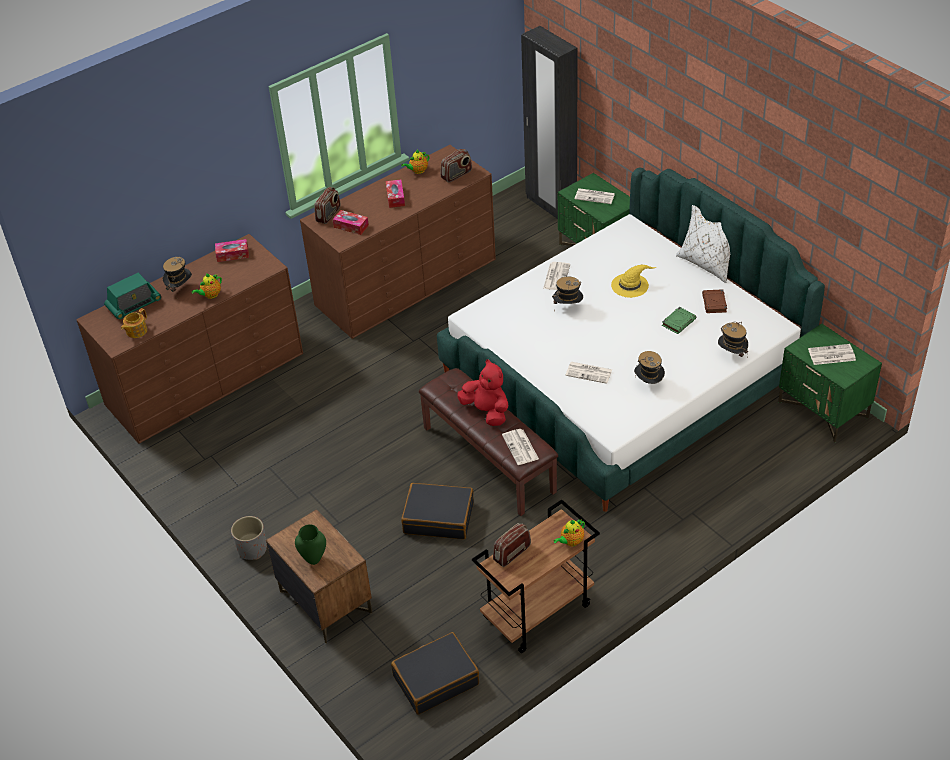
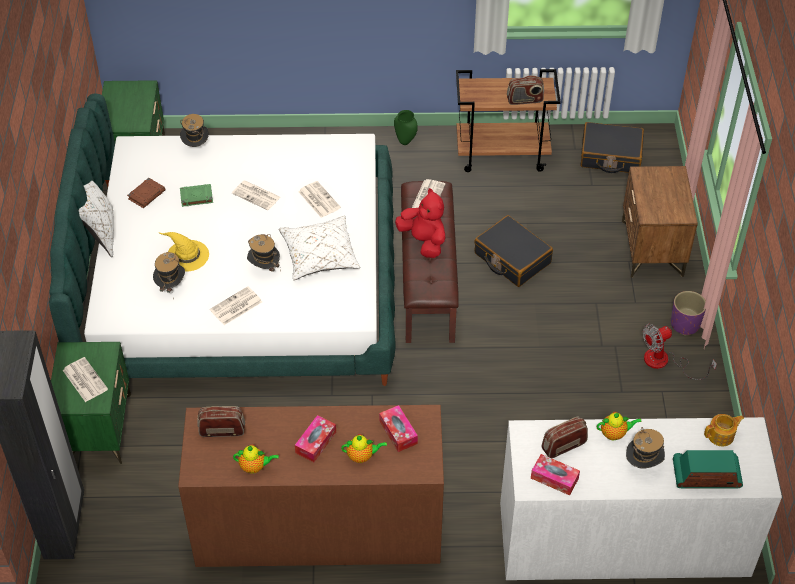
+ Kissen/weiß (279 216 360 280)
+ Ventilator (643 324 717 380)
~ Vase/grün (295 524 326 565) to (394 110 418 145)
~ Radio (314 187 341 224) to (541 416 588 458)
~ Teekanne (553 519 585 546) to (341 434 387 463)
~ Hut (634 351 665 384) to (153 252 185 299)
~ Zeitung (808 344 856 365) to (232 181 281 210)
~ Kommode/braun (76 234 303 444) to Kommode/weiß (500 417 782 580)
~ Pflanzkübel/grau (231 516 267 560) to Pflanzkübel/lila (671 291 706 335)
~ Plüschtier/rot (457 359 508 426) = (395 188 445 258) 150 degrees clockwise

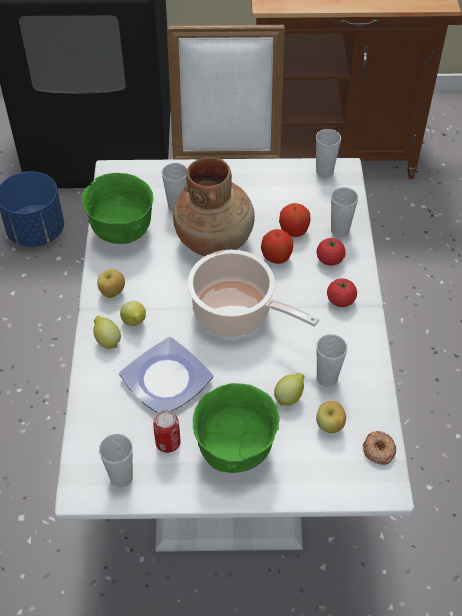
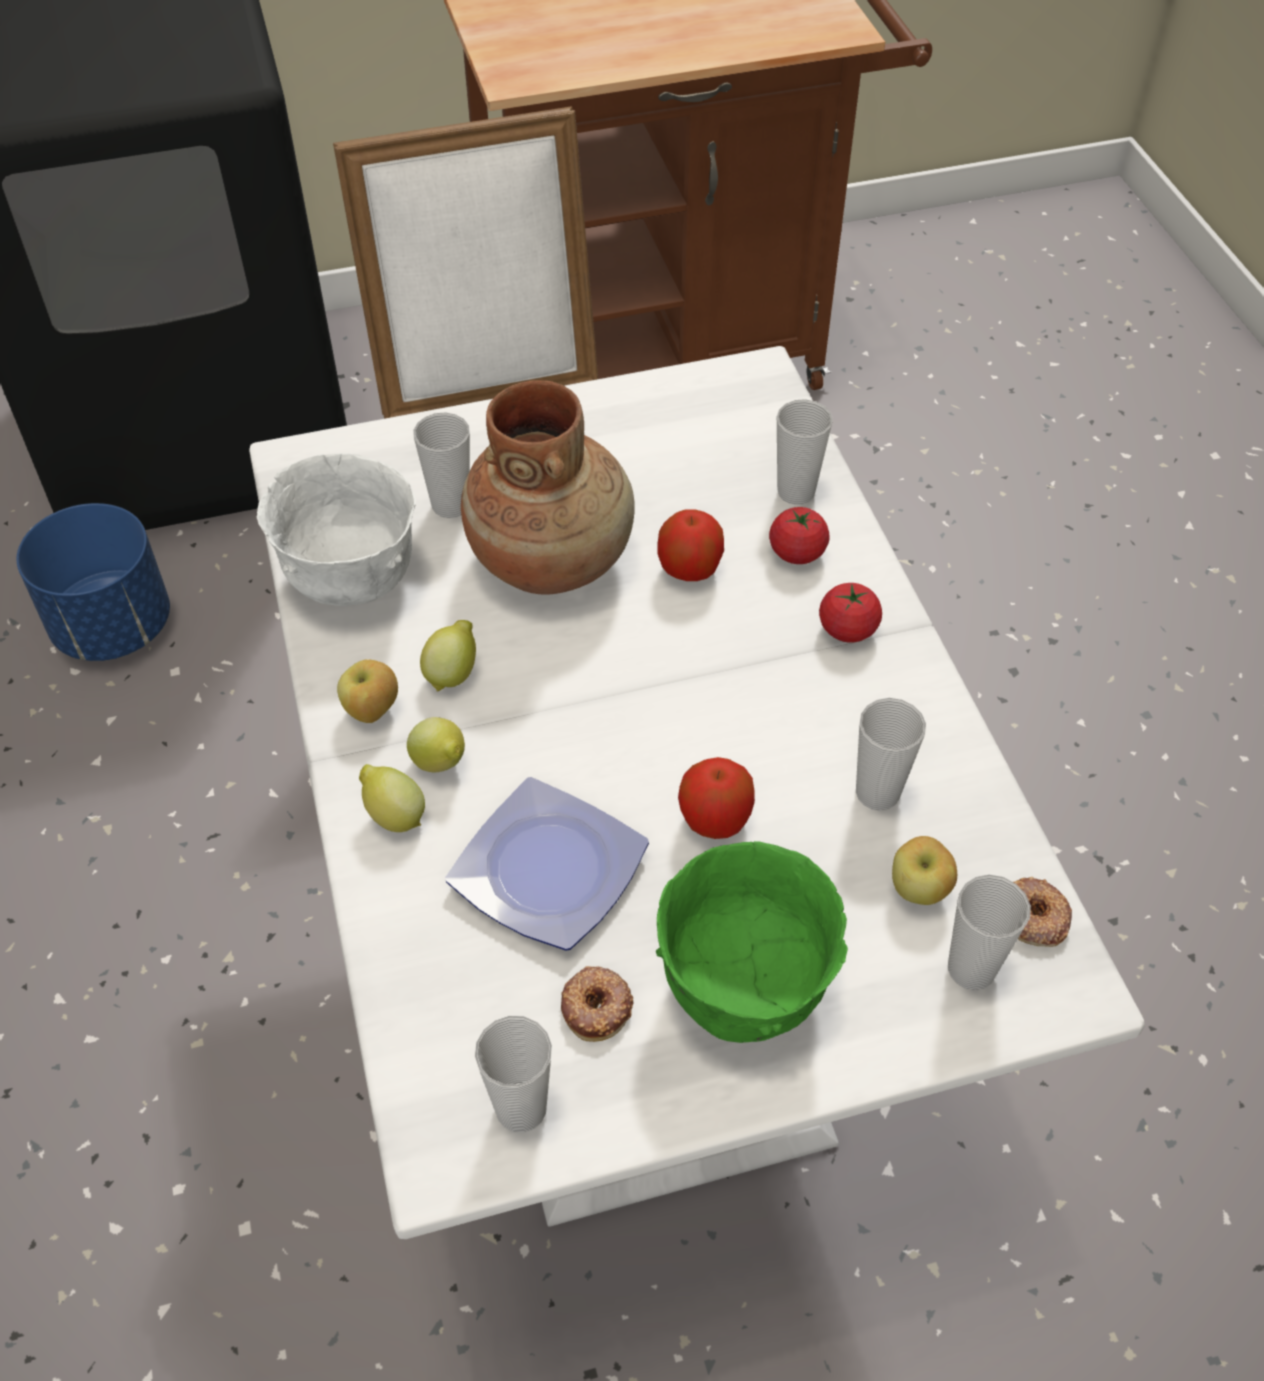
- Kochtopf (187 250 319 337)
~ Zitrone (274 373 304 406) to (420 620 476 692)
~ Apfel (279 203 310 237) to (678 757 755 839)
~ Tasse (316 129 341 177) to (948 875 1031 990)
~ Dose (153 410 181 453) to Donut (561 966 634 1042)
~ Schüssel/grün (81 173 153 244) to Schüssel/weiß (256 453 416 606)

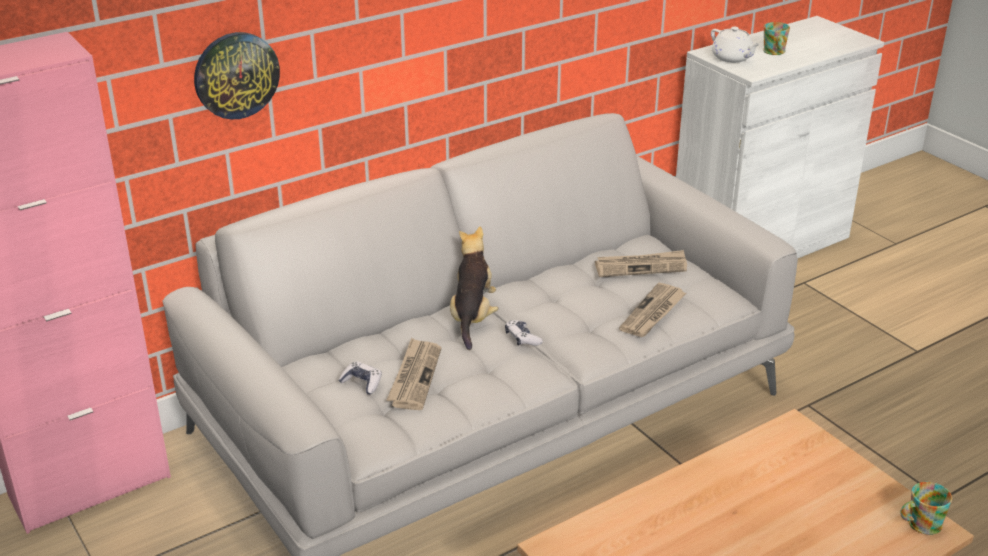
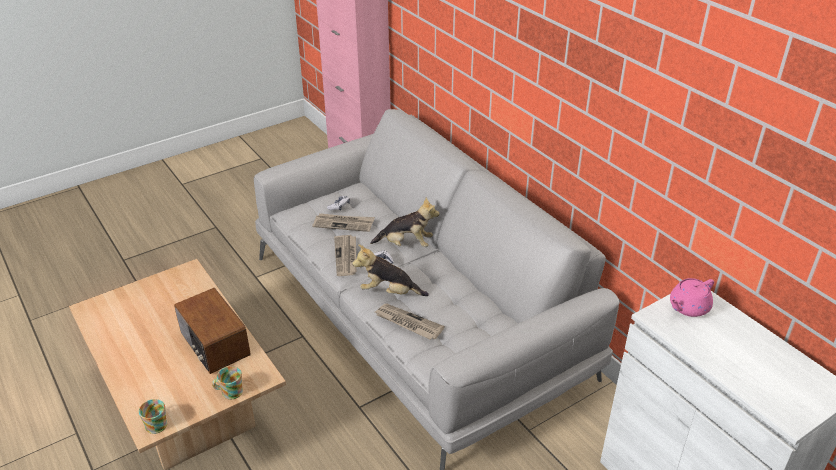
- Wanduhr (194 32 280 119)
+ Radio (174 288 251 374)
+ Plüschtier (352 244 429 296)
~ Zeitung (595 250 687 277) to (334 235 357 276)
~ Henkelbecher (763 22 790 55) to (212 366 243 399)
~ Teekanne/weiß (711 27 761 63) to Teekanne/rosa (670 278 714 317)

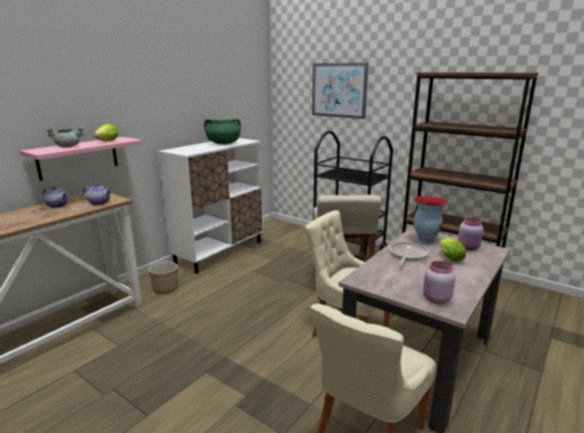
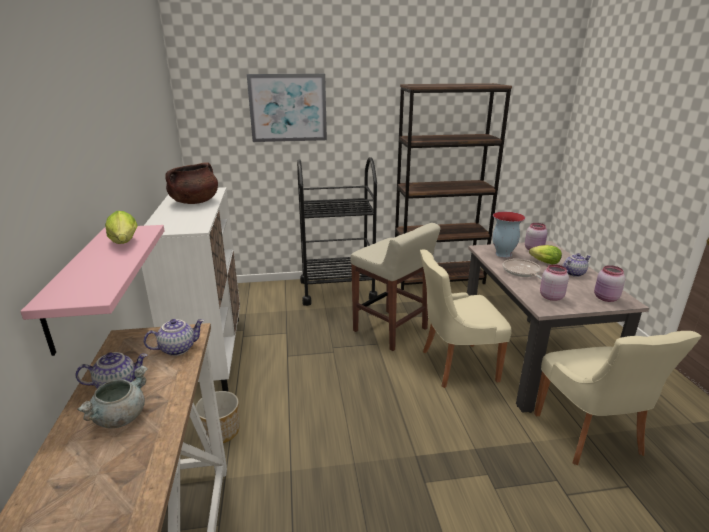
+ Vorratsglas/rosa (540 264 569 301)
+ Teekanne (562 253 591 277)
~ Kochtopf/grau (45 126 84 148) to (77 365 147 428)
~ Kochtopf/grün (204 119 241 144) to Kochtopf/braun (166 162 218 204)

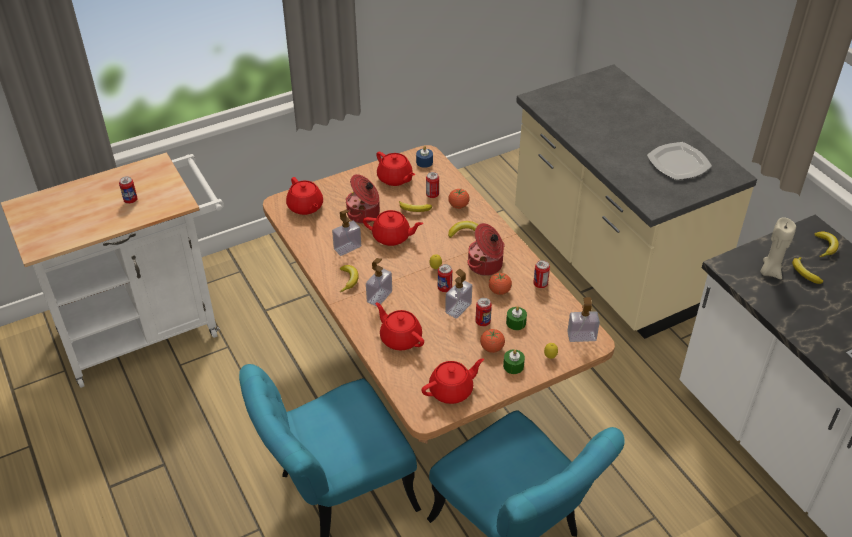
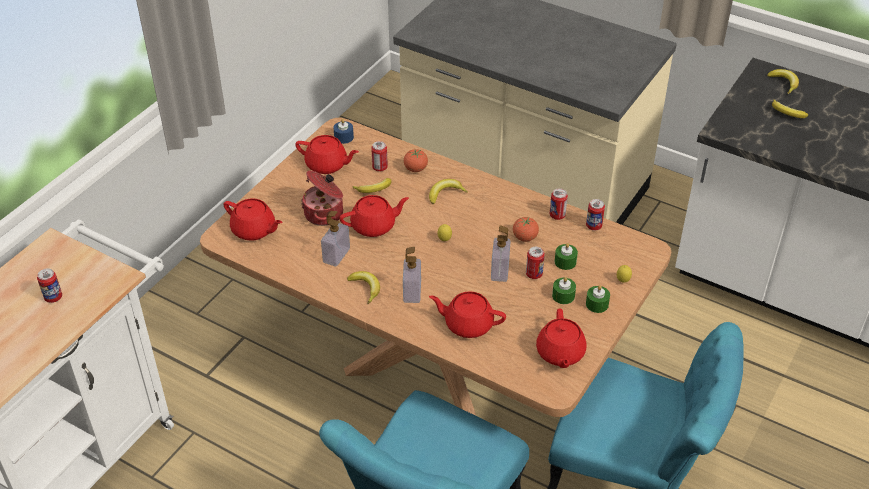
- Kochtopf (467 223 505 276)
- Seifenspender (567 297 600 342)
- Teller (647 142 712 180)
- Kerze/beige (760 217 796 280)
~ Dose (438 264 453 292) to (586 199 605 231)
~ Tomate (480 329 505 353) to Kerze/grün (552 277 576 304)
~ Teekanne/rot (421 358 484 404) = (536 309 587 368) 150 degrees clockwise

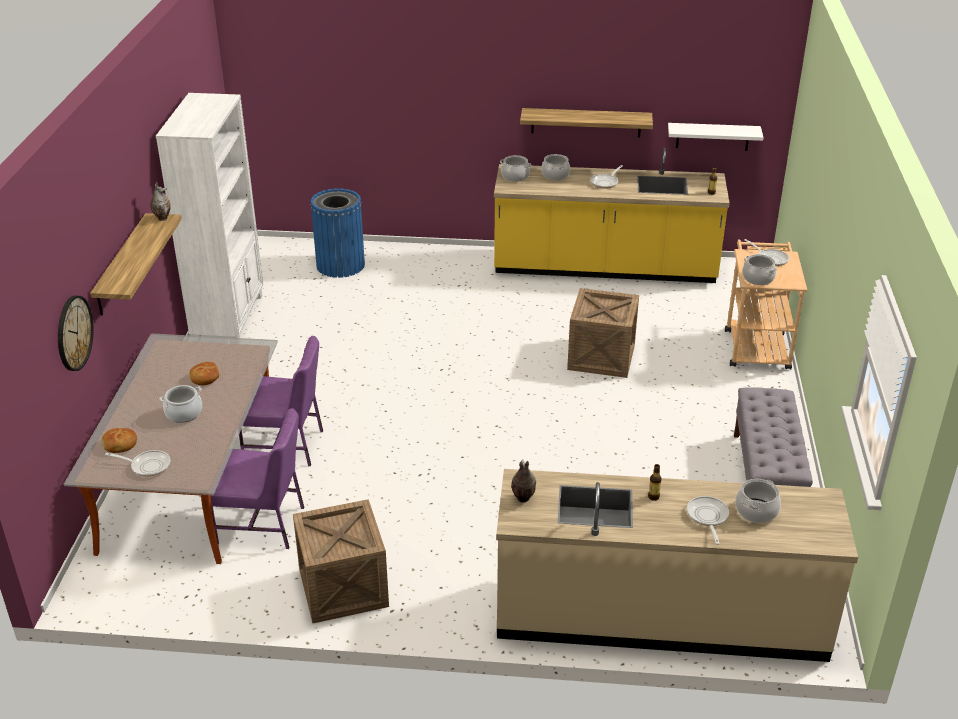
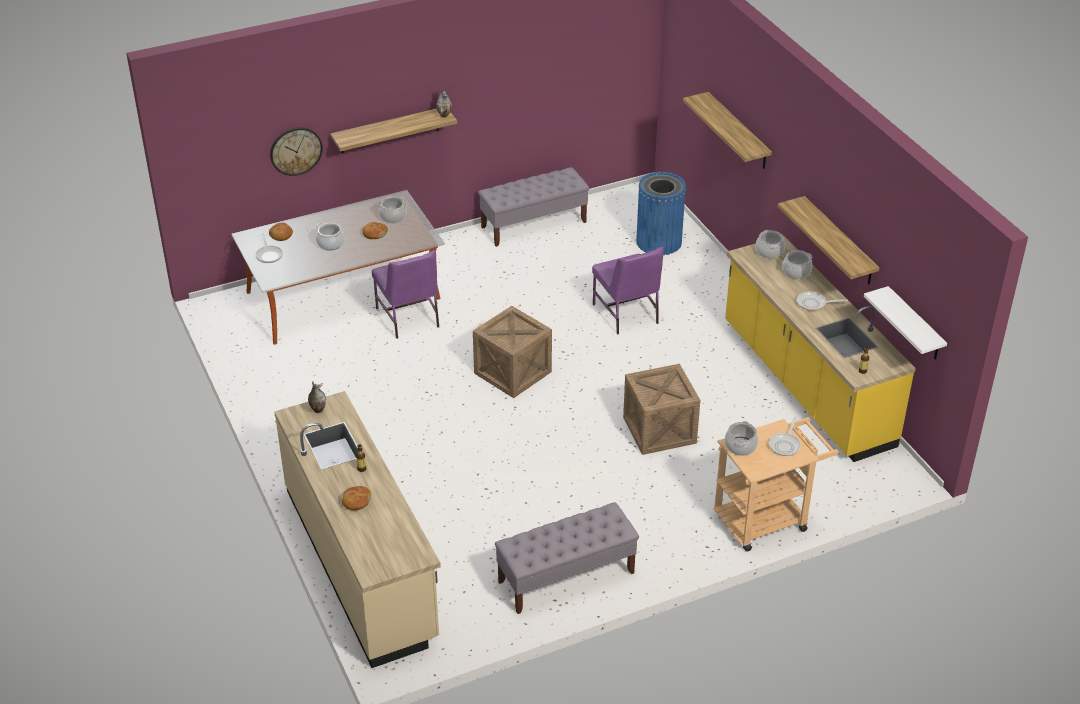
+ Wandregal (683 92 772 169)
~ Stuhl/lila (211 408 304 549) to (592 247 663 335)
~ Kiste (293 499 389 623) to (473 306 552 398)
~ Kochtopf (735 479 781 523) to (377 196 408 223)
~ Bücherregal/weiß (156 93 263 338) to Bank/grau (478 167 589 247)
~ Pfanne (687 496 729 545) to Brot (342 486 371 511)

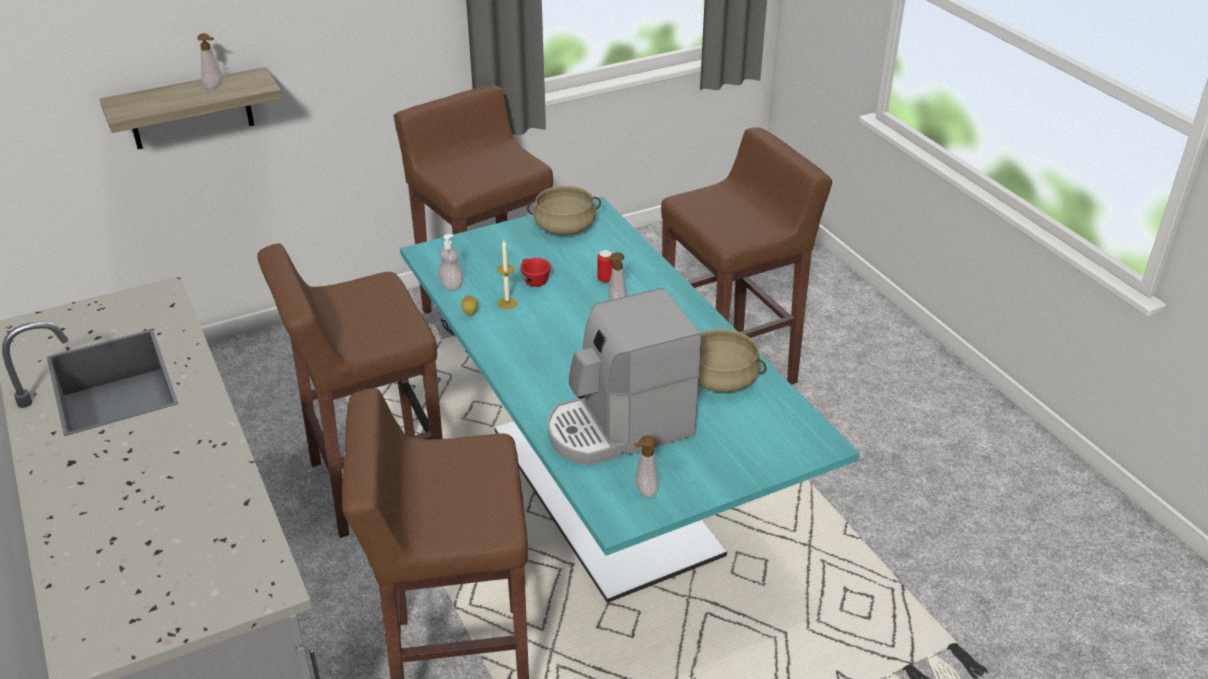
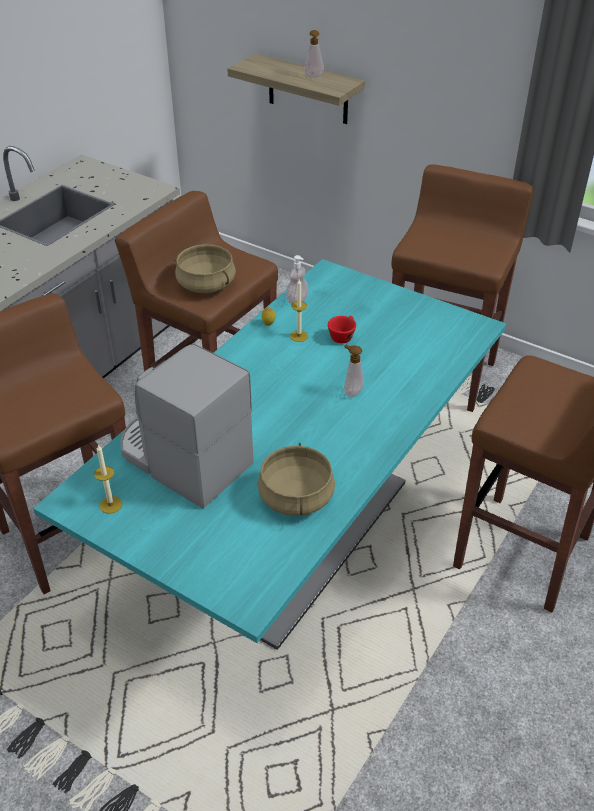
- Dose (597 250 614 282)
~ Kochtopf/beige (527 186 601 235) to (175 244 236 293)
~ Seifenspender (634 435 659 498) to Kerze (94 445 122 513)

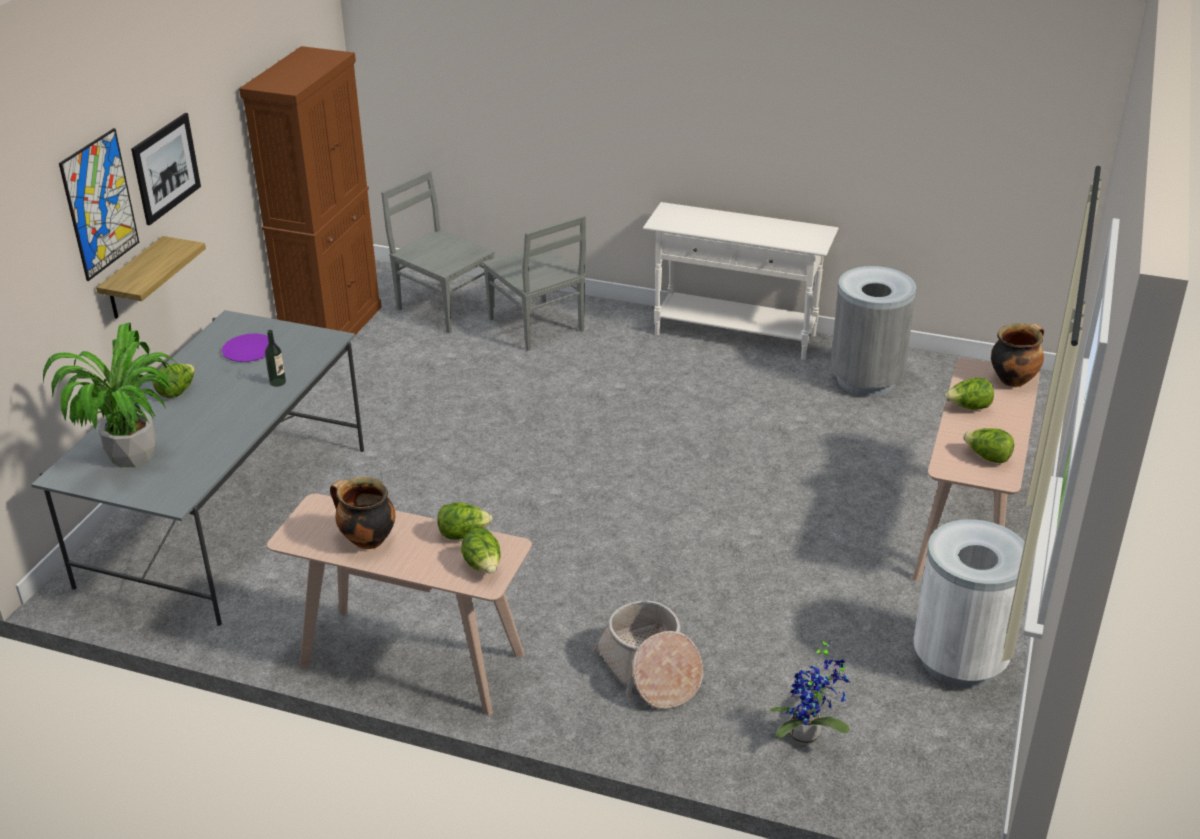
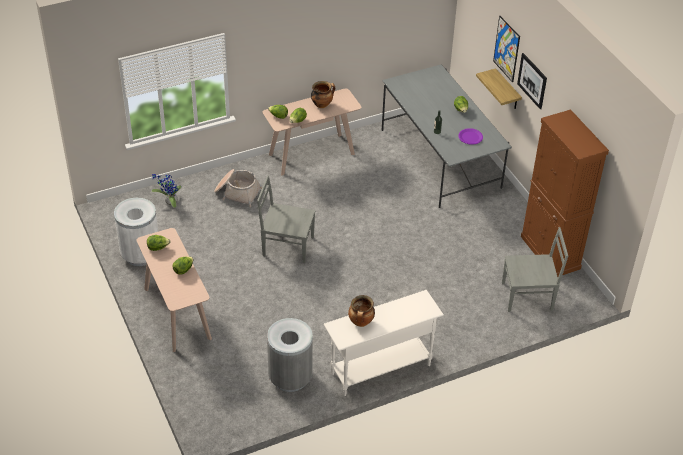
- Topfpflanze (43 322 183 467)
~ Stuhl/grau (483 215 586 351) to (257 175 316 263)
~ Kochtopf (991 323 1044 387) to (348 295 375 327)

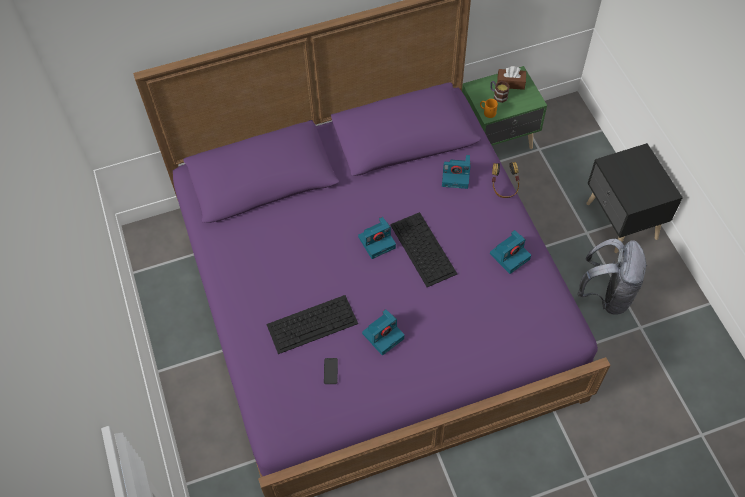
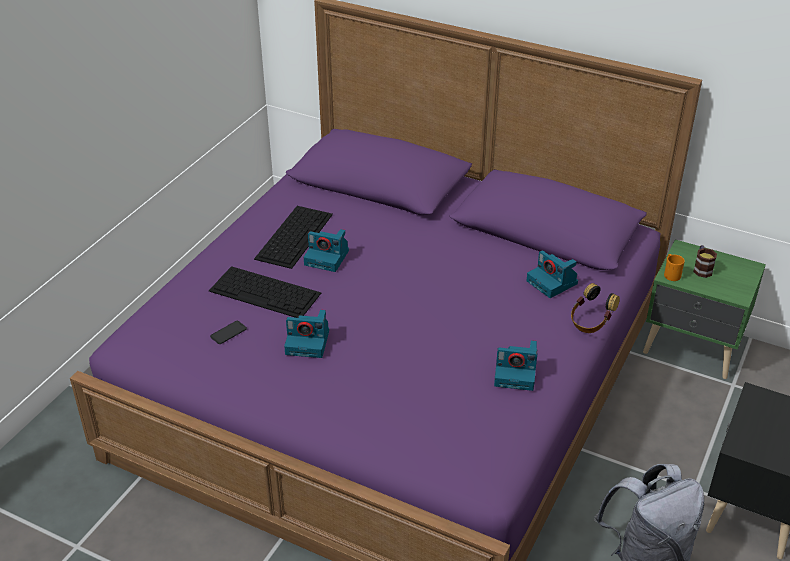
- Taschentuchbox/braun (497 66 526 90)
~ Kamera (358 217 396 259) to (304 229 349 272)
~ Tastatur (390 212 457 287) to (254 206 333 269)

